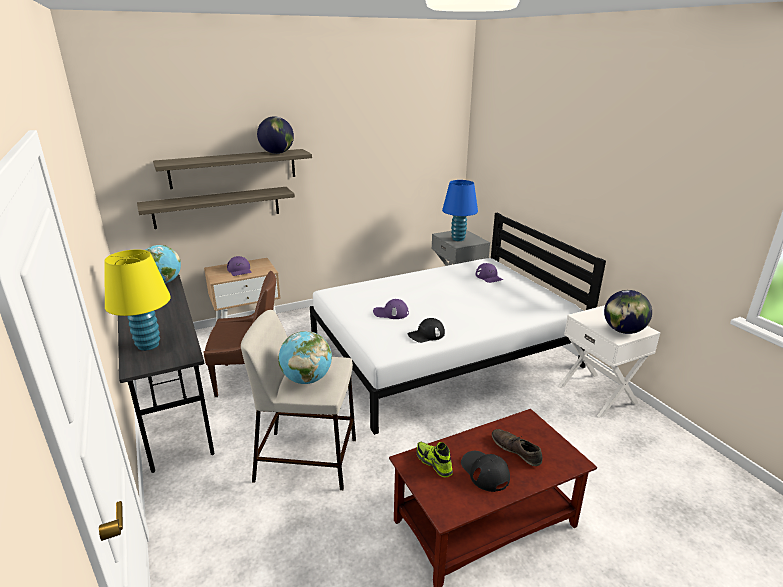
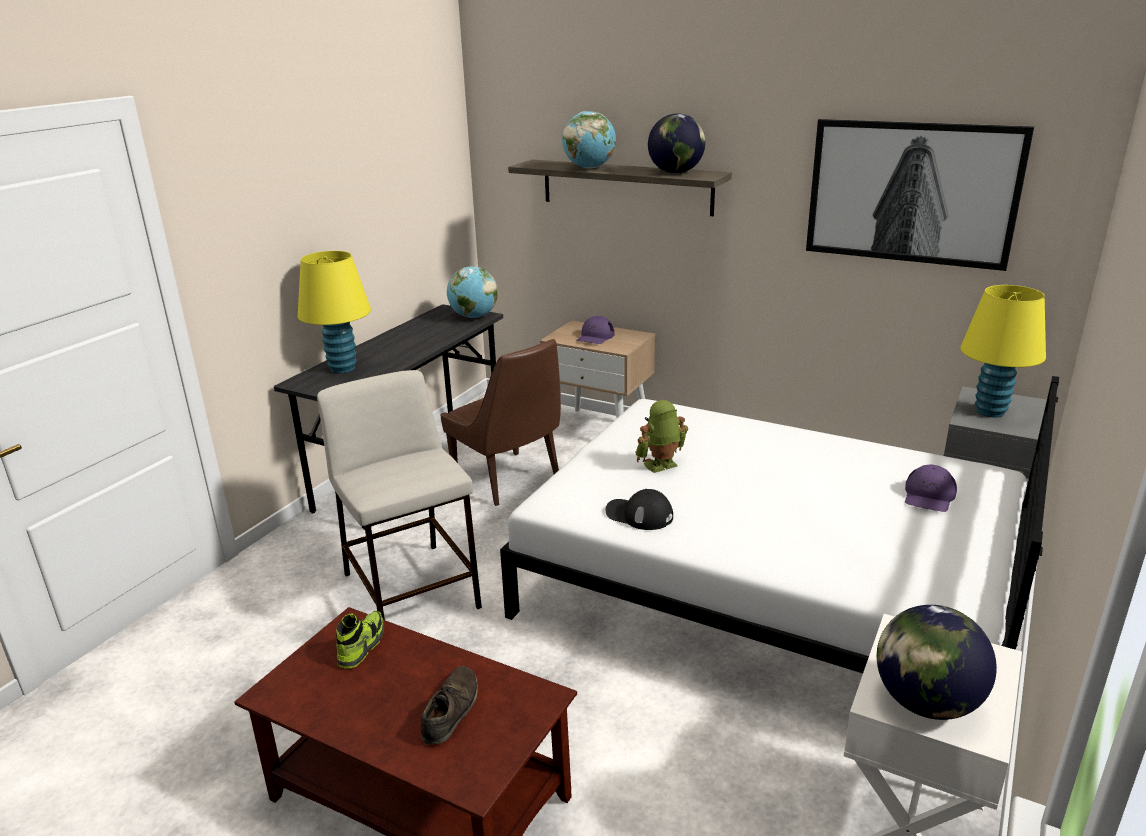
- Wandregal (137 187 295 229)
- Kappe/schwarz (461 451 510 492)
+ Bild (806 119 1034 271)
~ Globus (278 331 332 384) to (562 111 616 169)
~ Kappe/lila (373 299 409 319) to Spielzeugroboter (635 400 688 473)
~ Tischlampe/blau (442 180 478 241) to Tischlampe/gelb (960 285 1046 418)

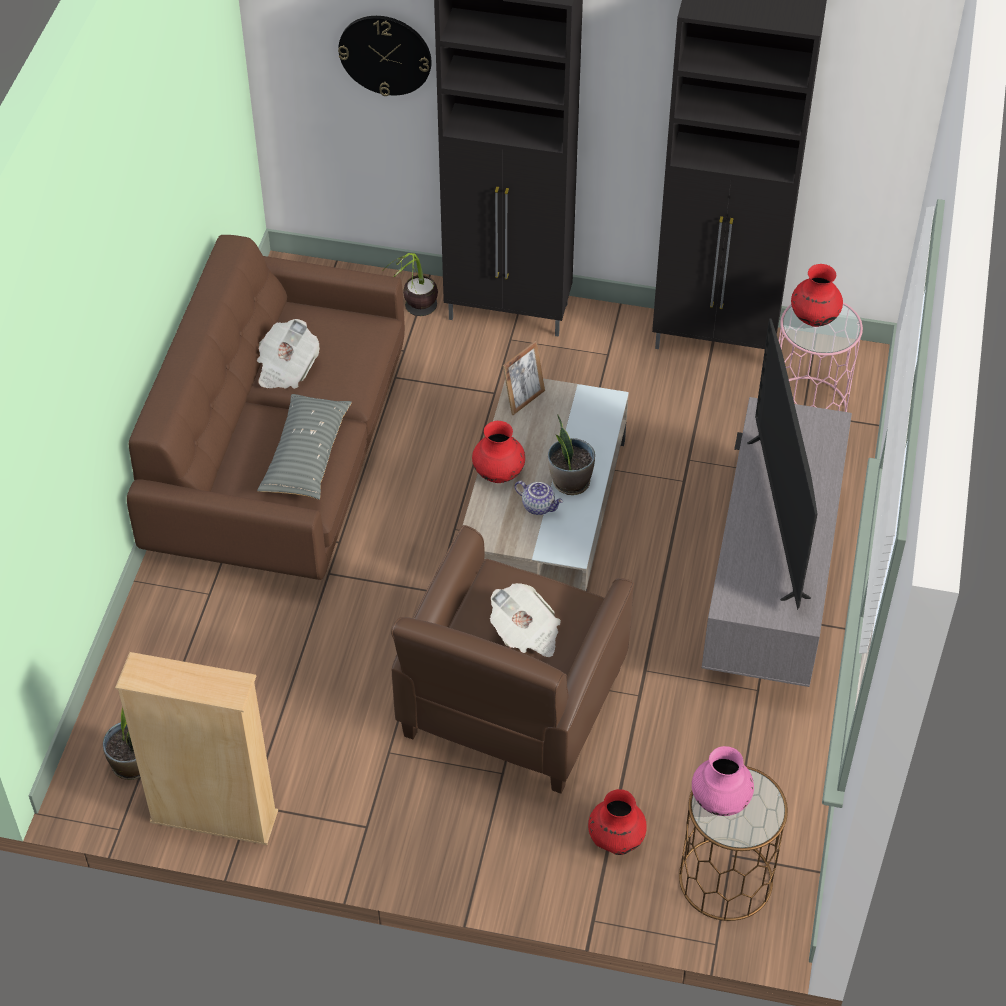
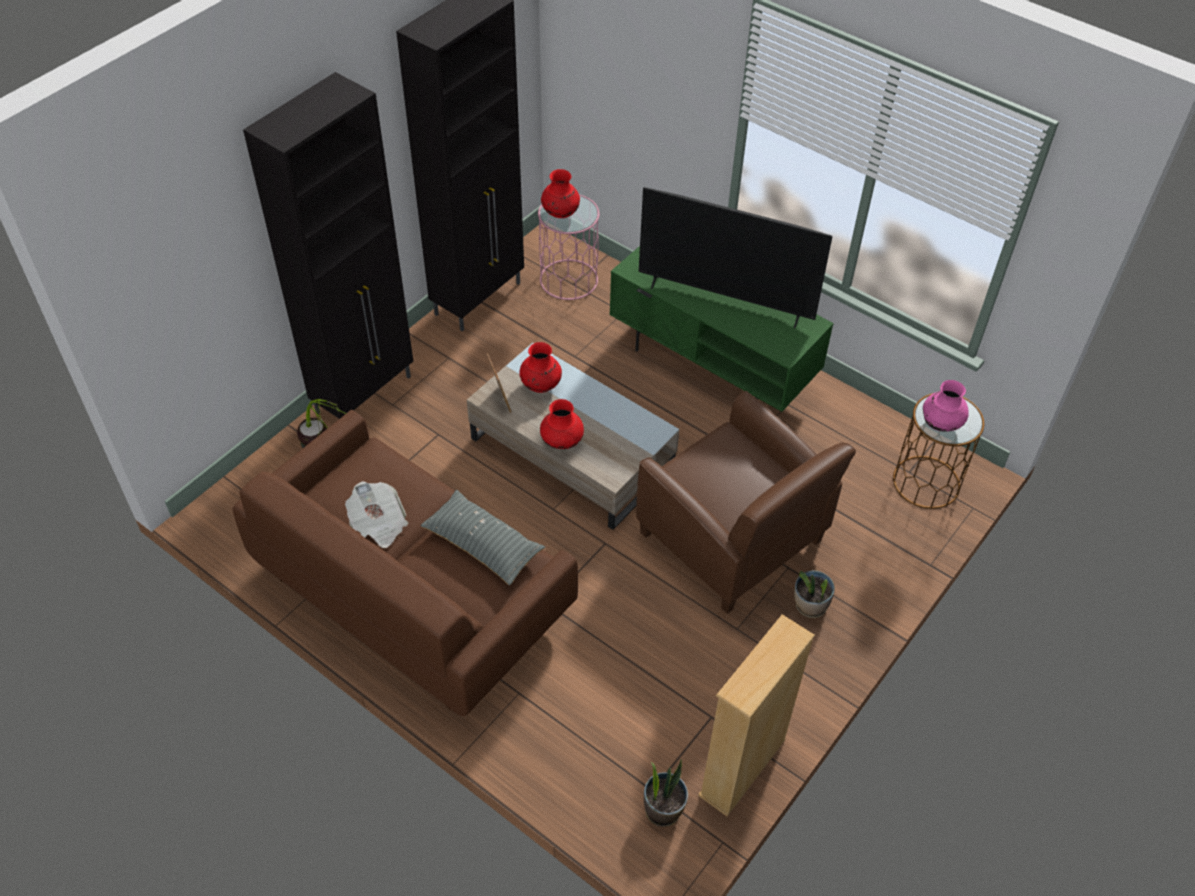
- Wanduhr (338 16 432 96)
- Zeitung (490 583 561 657)
- Teekanne (514 481 563 515)
~ Topfpflanze (548 414 595 495) to (794 570 835 618)
~ Vase/rot (588 789 647 855) to (519 342 562 393)
~ Fernsehschrank/grau (702 397 852 687) to Fernsehschrank/grün (609 246 834 412)

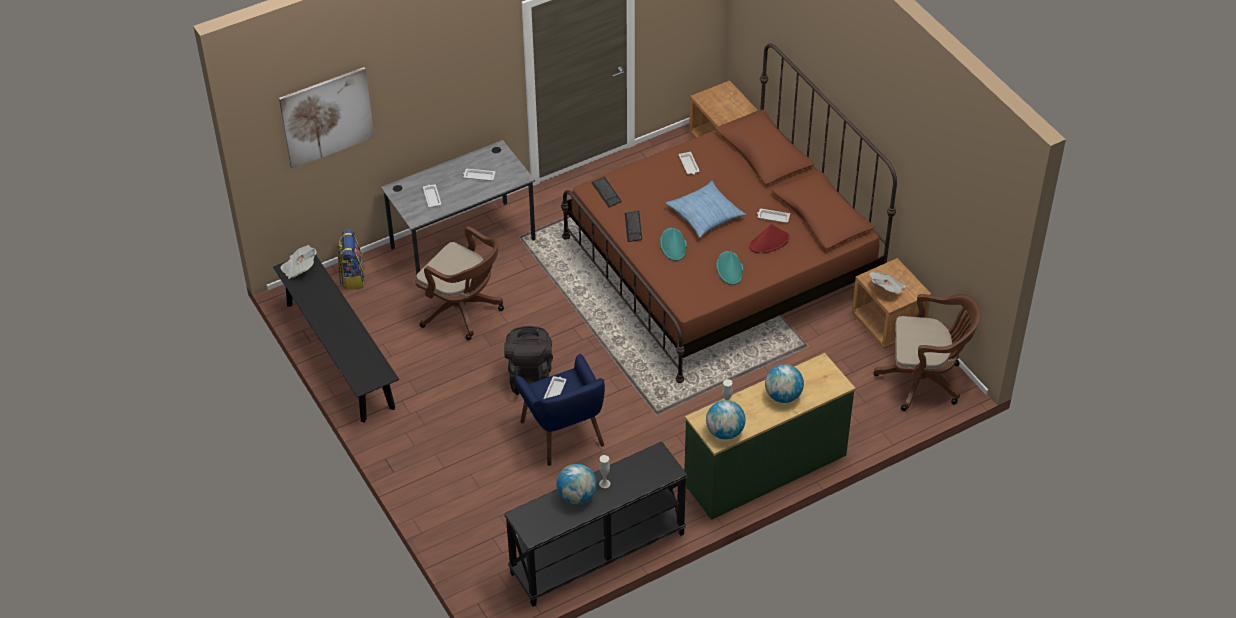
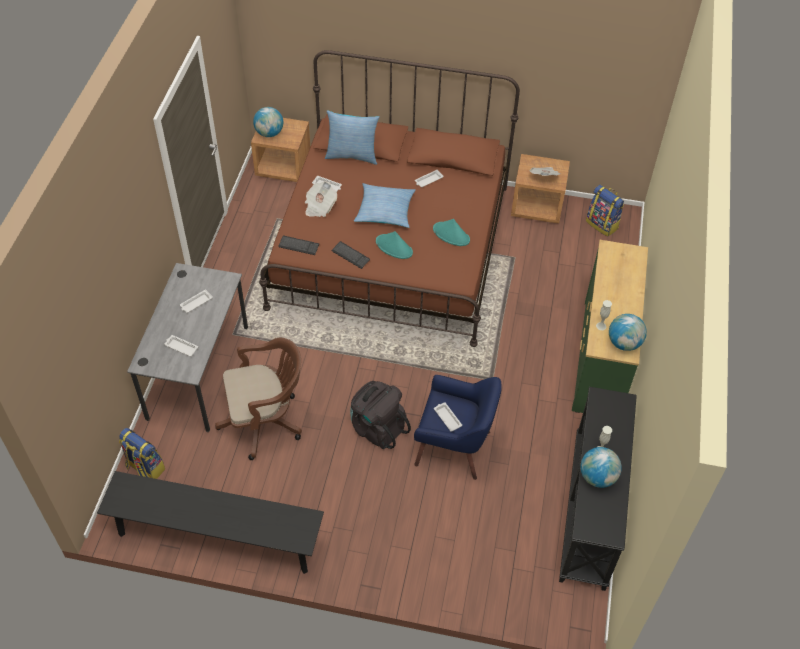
- Bild (279 67 375 169)
- Hut/rot (749 224 790 253)
+ Kissen (325 110 380 165)
~ Zeitung (280 245 317 279) to (305 181 337 217)
~ Globus (765 364 804 403) to (253 107 283 137)
~ Bürostuhl/braun (873 294 981 411) to Rucksack (586 185 624 236)

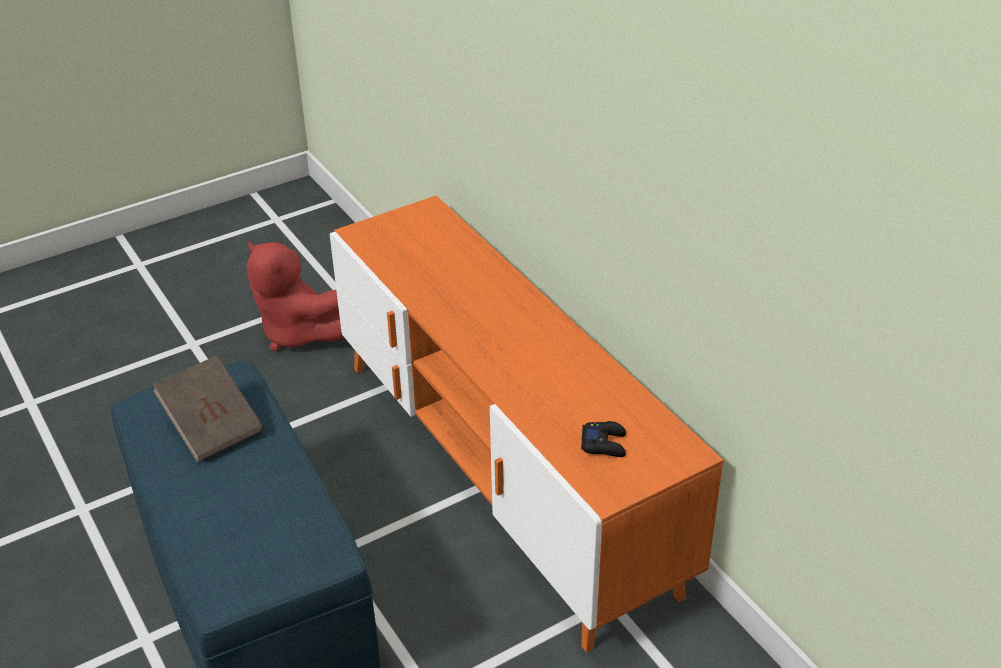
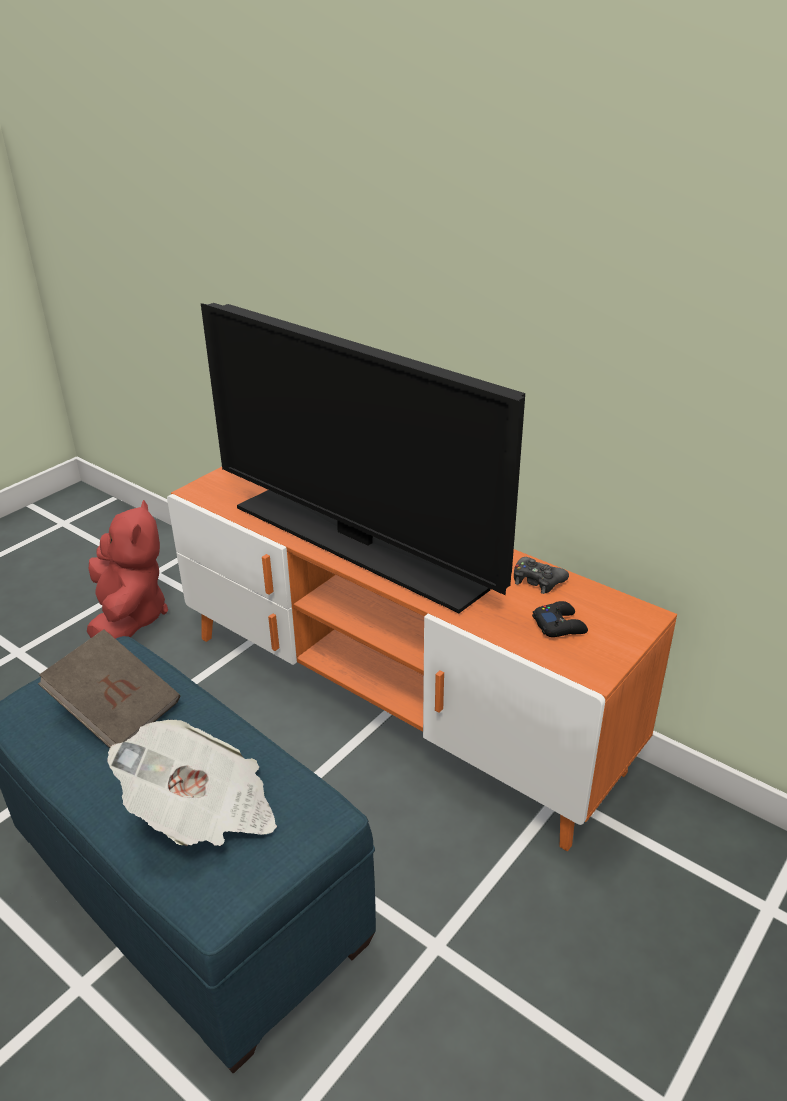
+ Zeitung (107 720 277 847)
+ Fernseher (201 303 525 613)
+ Gamepad/schwarz (514 557 569 594)
~ Plüschtier/rot (247 241 344 351) = (87 500 168 639) 120 degrees counterclockwise

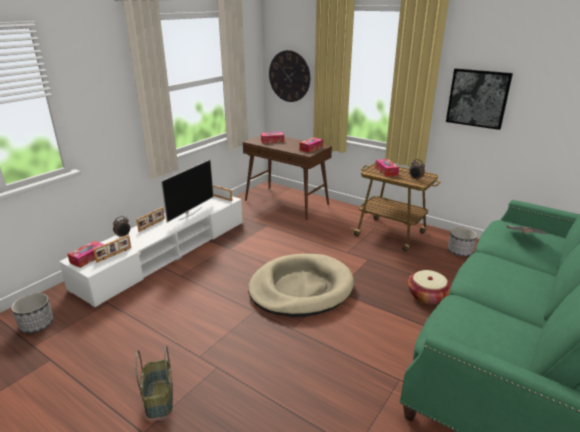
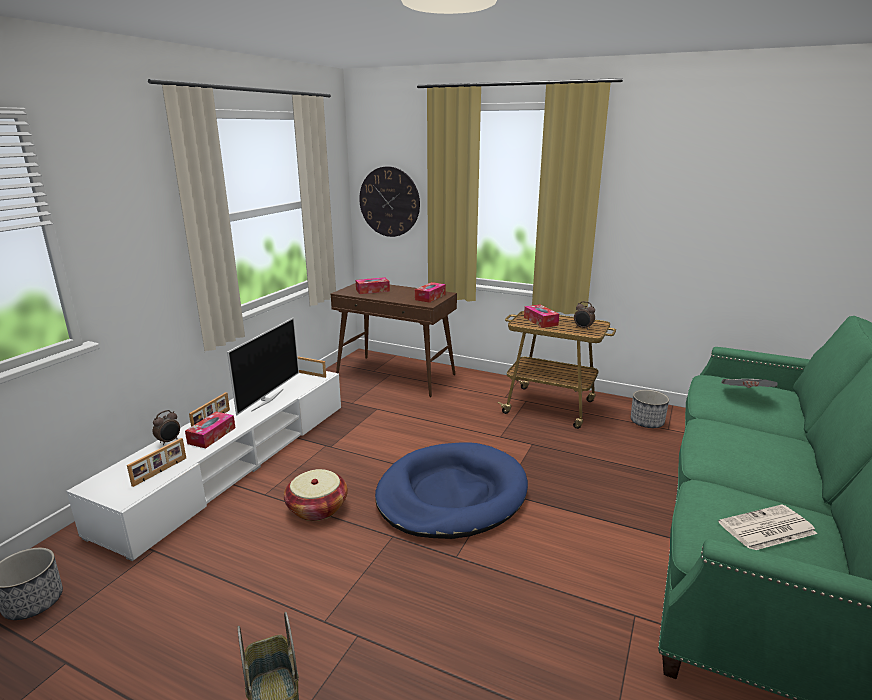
- Bild (446 68 513 130)
+ Zeitung (718 505 817 550)
~ Taschentuchbox (67 241 104 268) to (185 412 235 449)
~ Korb (407 270 451 304) to (284 469 348 521)
~ Hundebett/beige (248 254 354 317) to Hundebett/blau (375 442 528 539)

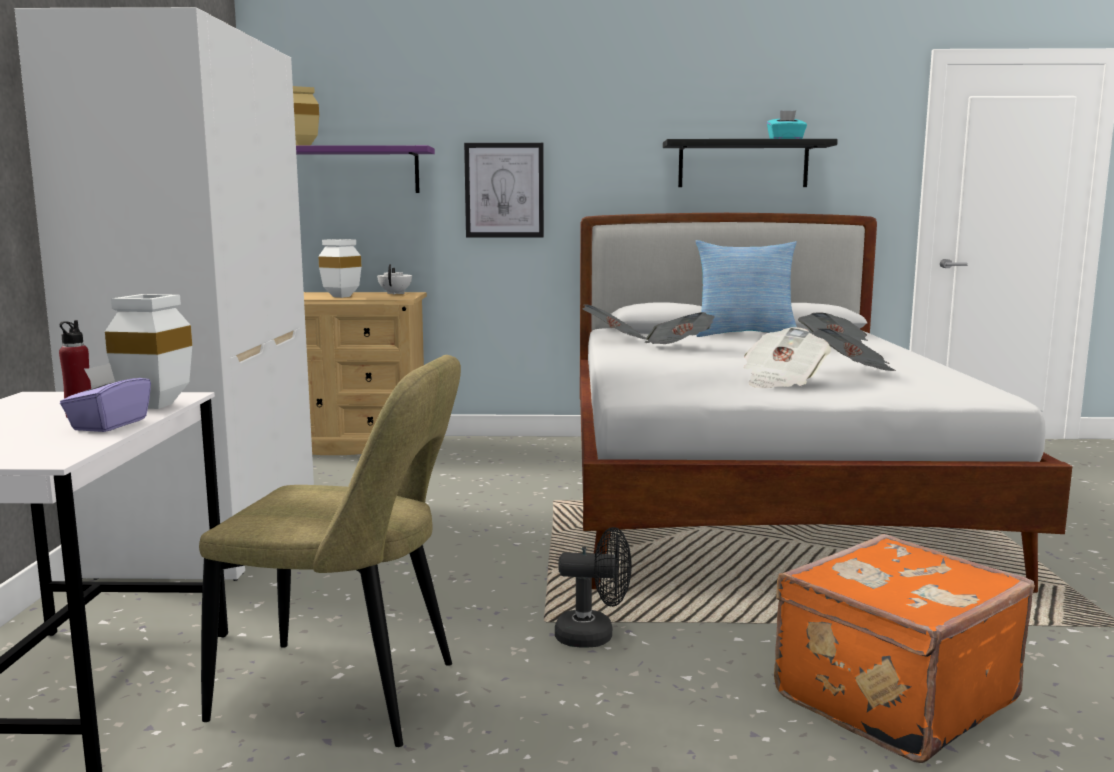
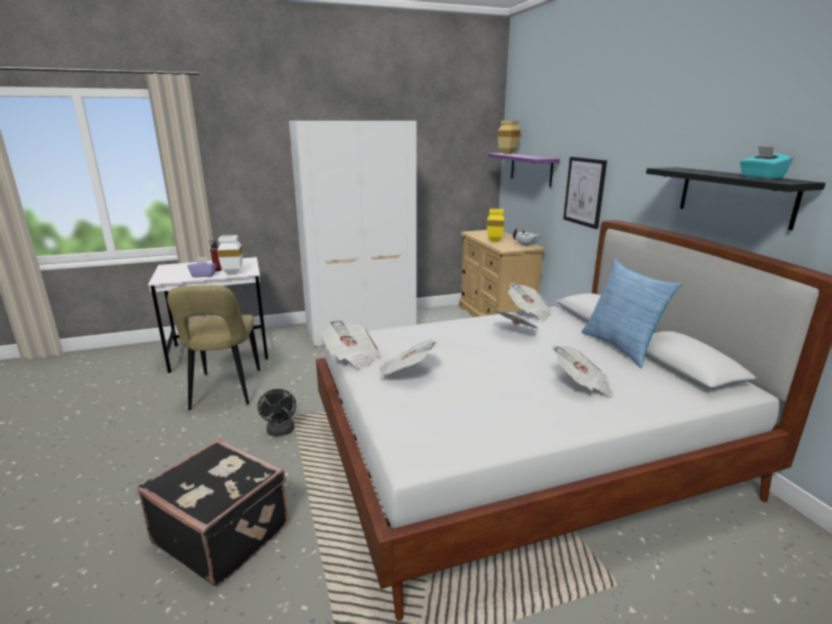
~ Zeitung (811 328 896 371) to (322 319 380 369)
~ Vase/weiß (318 239 361 298) to Vase/gelb (487 209 505 242)
~ Koffer/orange (774 534 1035 763) to Koffer/schwarz (137 439 288 586)

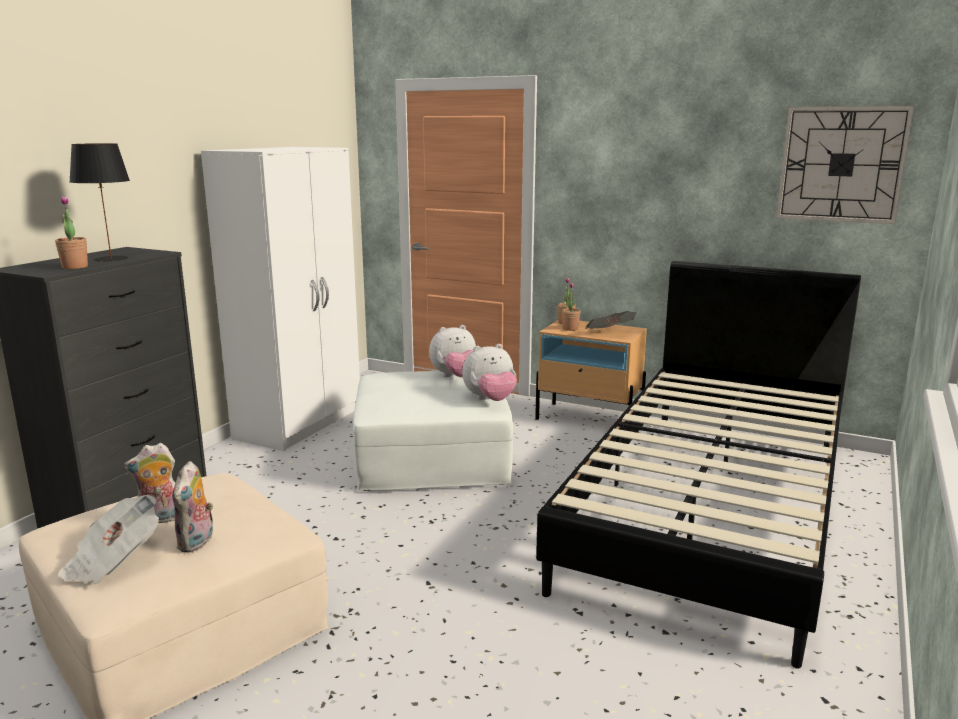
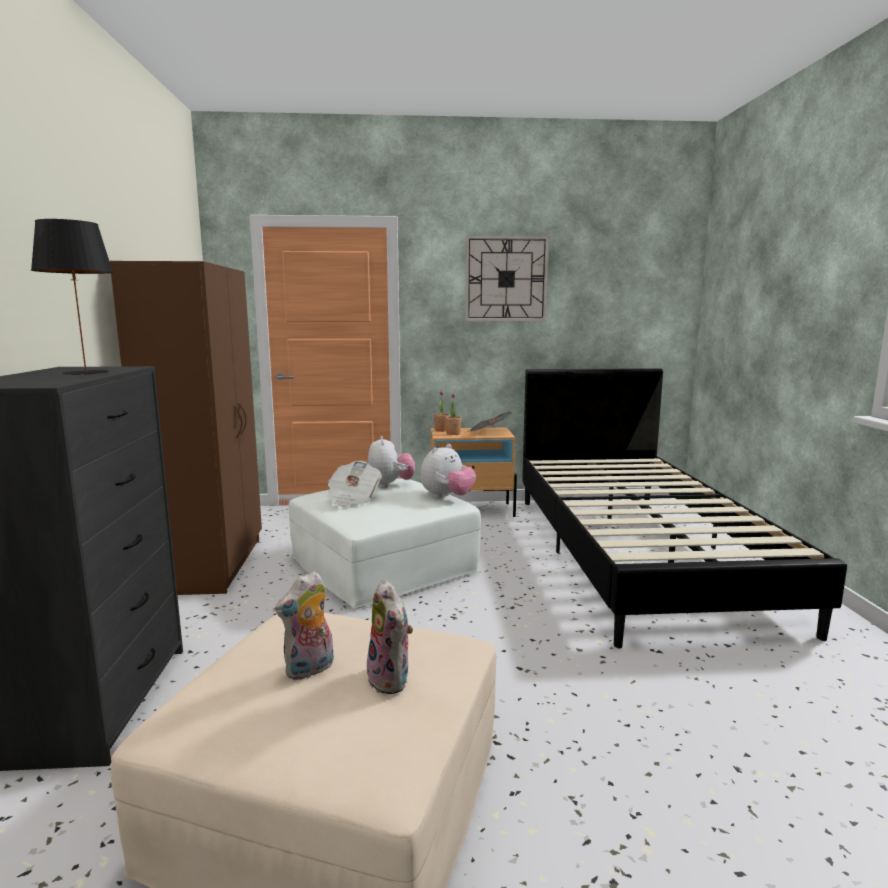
- Topfpflanze (55 196 88 269)
~ Zeitung (58 495 159 584) to (327 461 382 507)
~ Wanduhr (776 106 914 224) to (465 235 549 321)
~ Kleiderschrank/weiß (201 147 360 451) to Kleiderschrank/braun (110 261 262 595)
~ Plüschtier (429 325 476 377) = (367 436 415 488) 45 degrees counterclockwise

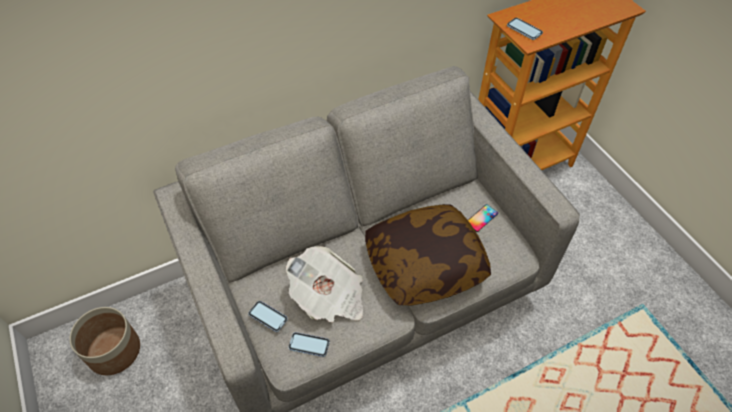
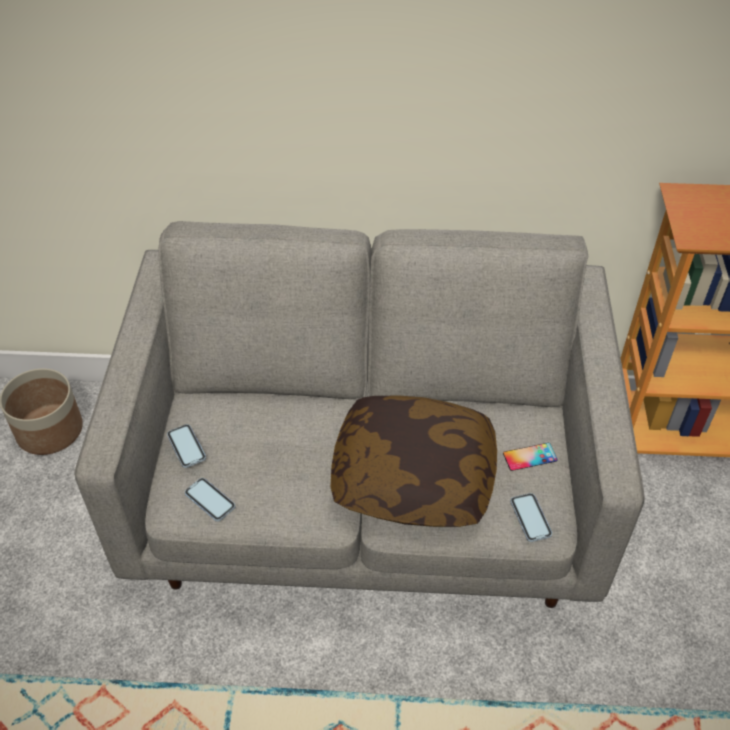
- Zeitung (286 246 363 322)
~ Handy (507 18 543 40) to (510 493 552 542)

